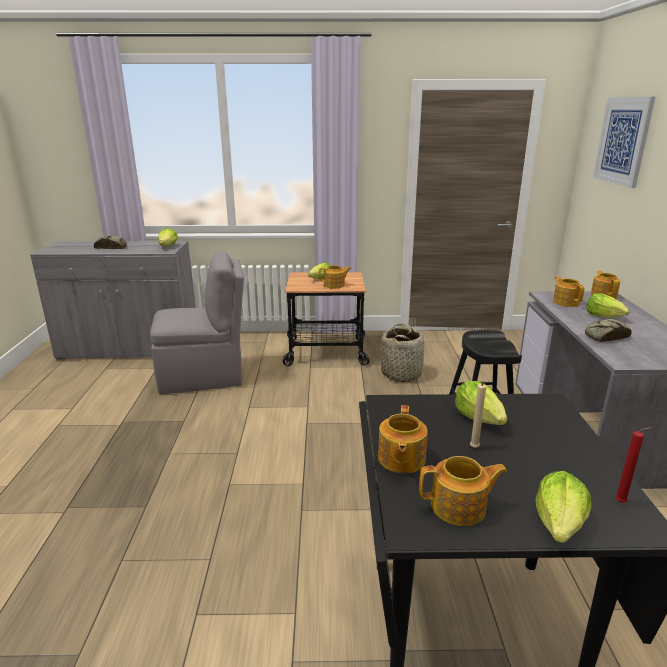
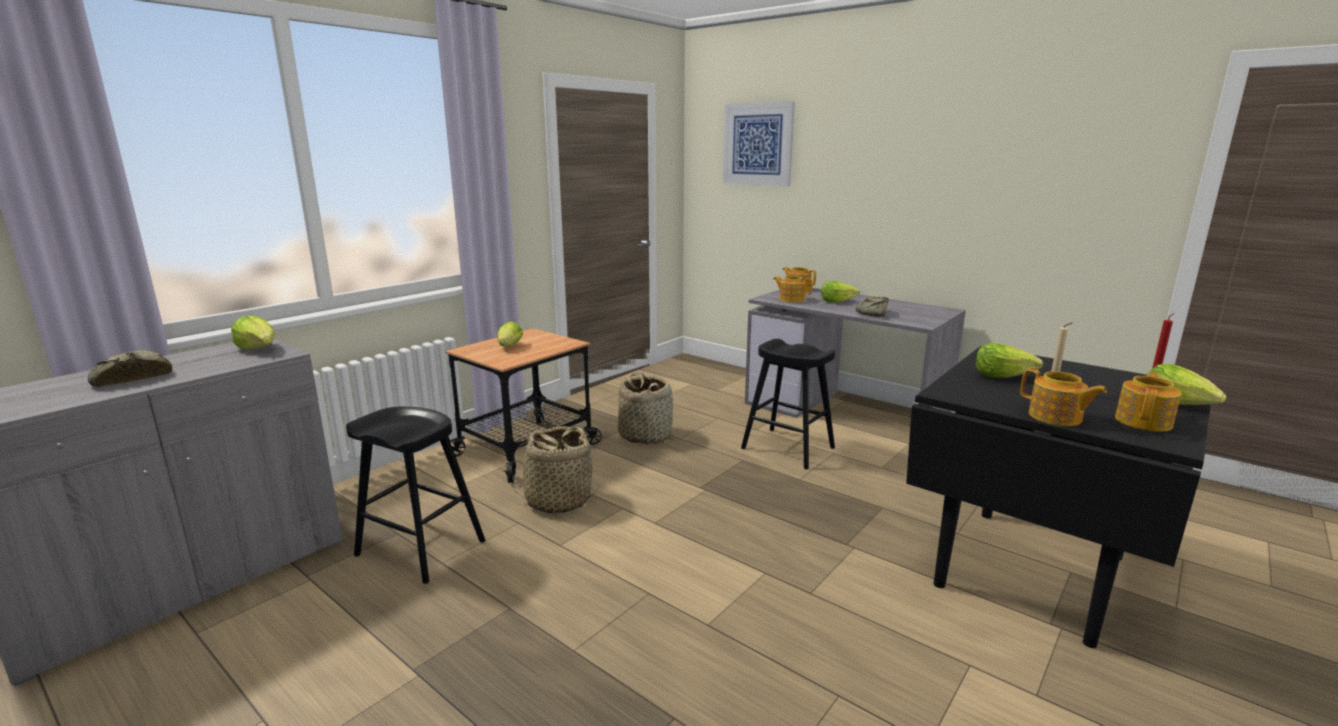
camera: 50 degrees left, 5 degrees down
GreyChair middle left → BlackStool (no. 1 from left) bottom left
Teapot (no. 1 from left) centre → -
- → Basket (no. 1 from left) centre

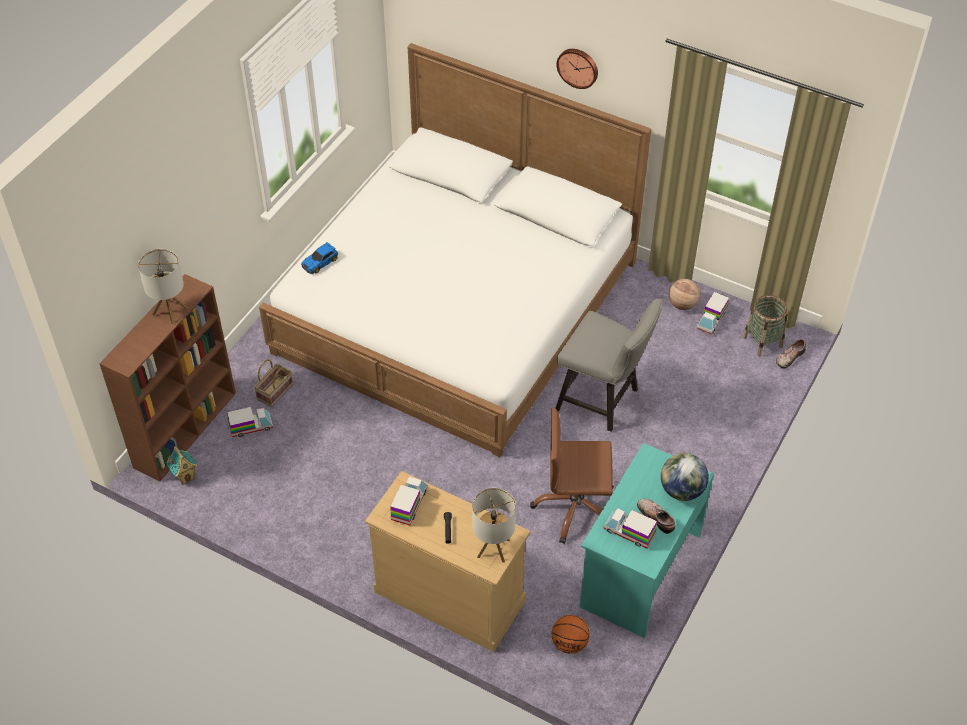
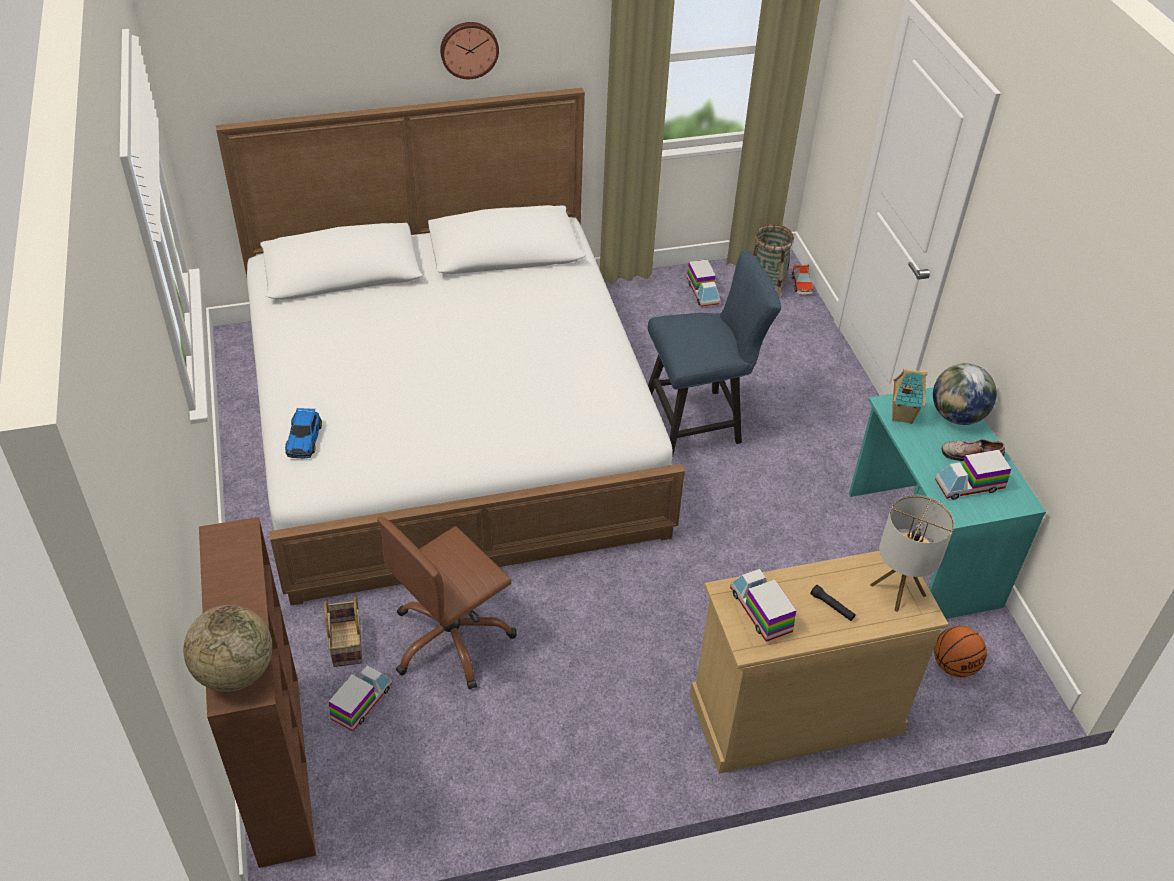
camera: 45 degrees left, 5 degrees down
TableLamp (no. 1 from left) middle left → -
ToyHouse middle left → ToyHouse middle right, relocated
BrownOfficeChair centre → BrownOfficeChair bottom centre, relocated
GreyChair centre → BlueChair centre
Basketball (no. 2 from left) middle right → -
Shoe (no. 2 from left) middle right → ToyCar (no. 2 from left) top right
- → Globe (no. 1 from left) bottom left

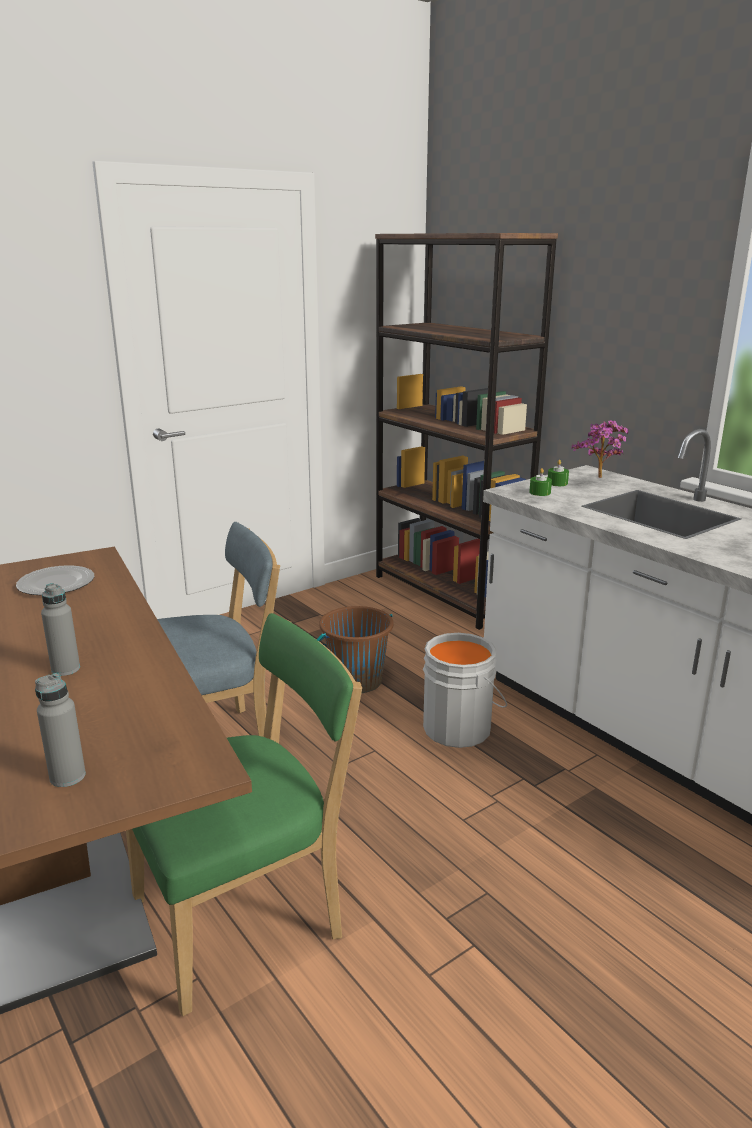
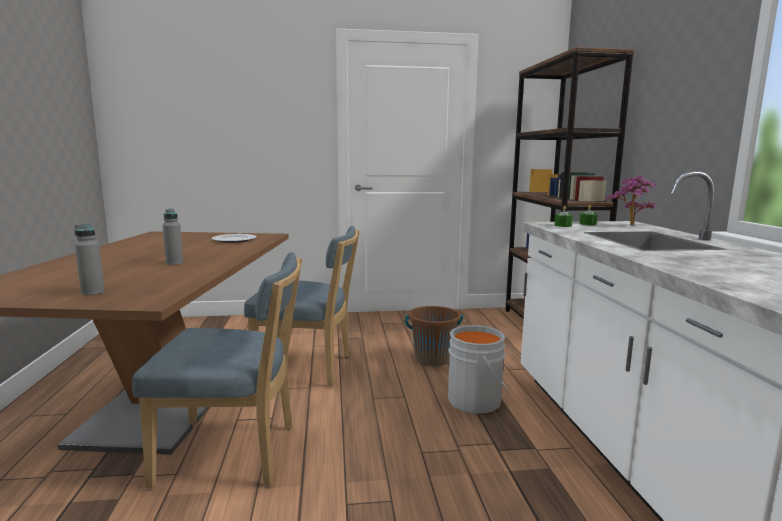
camera: 30 degrees right, 10 degrees down
GreenChair bottom left → BlueChair (no. 1 from left) bottom left

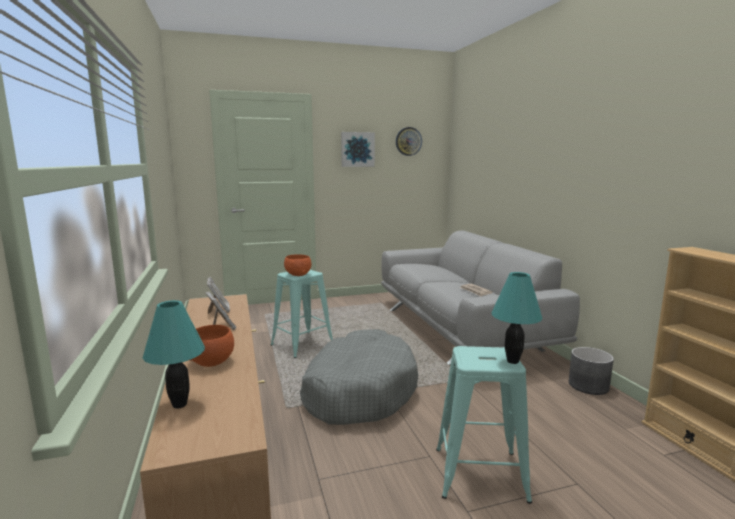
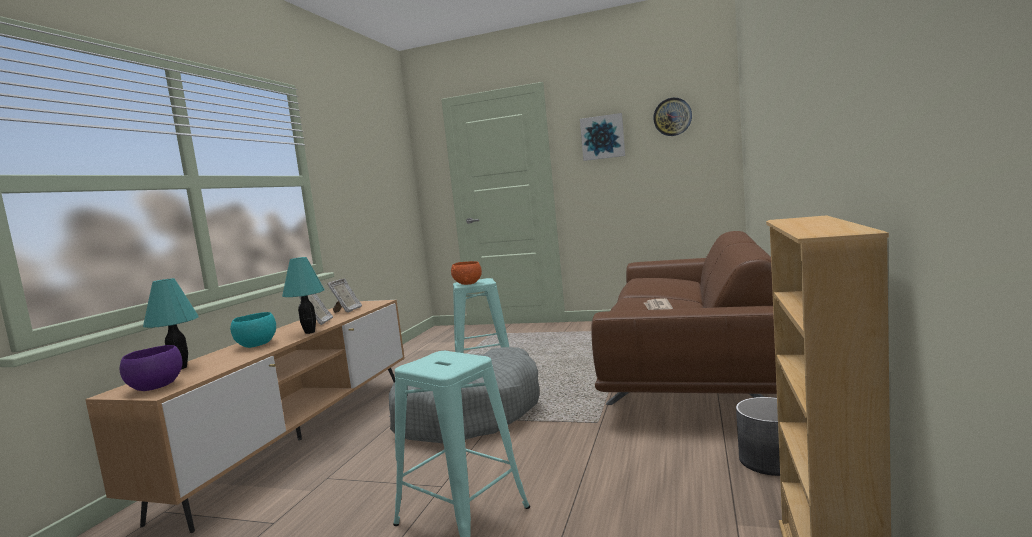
camera: 35 degrees right, 5 degrees down
OrangeBowl (no. 1 from left) bottom left → TurquoiseBowl middle left
GreySofa centre → BrownSofa centre
TurquoiseTableLamp (no. 2 from left) middle right → TurquoiseTableLamp (no. 2 from left) middle left, relocated
- → PurpleBowl bottom left

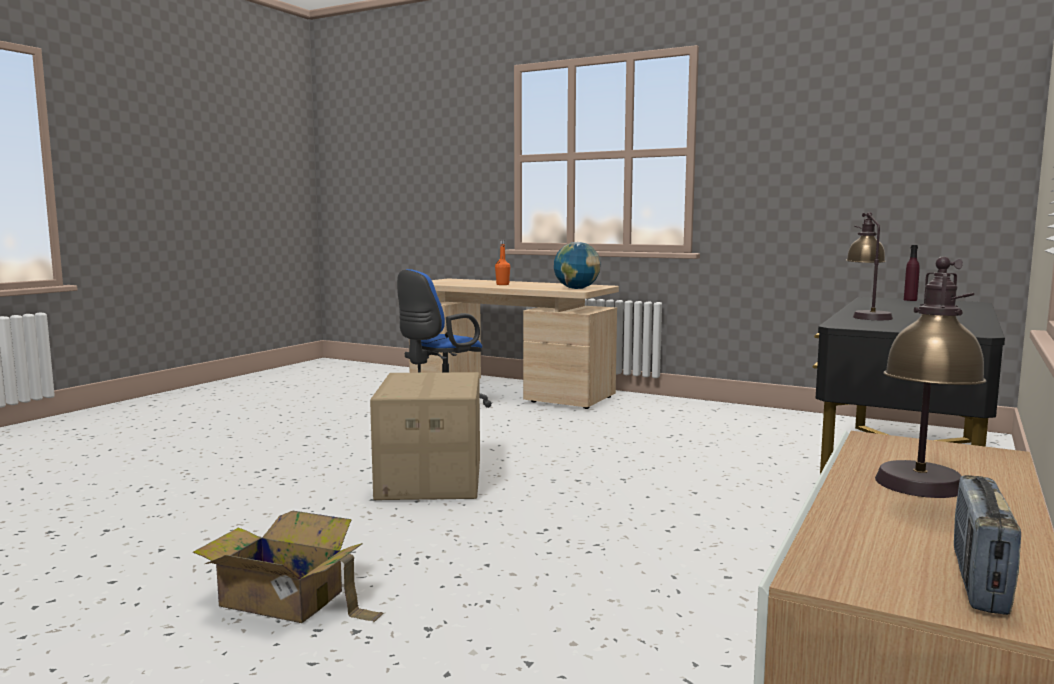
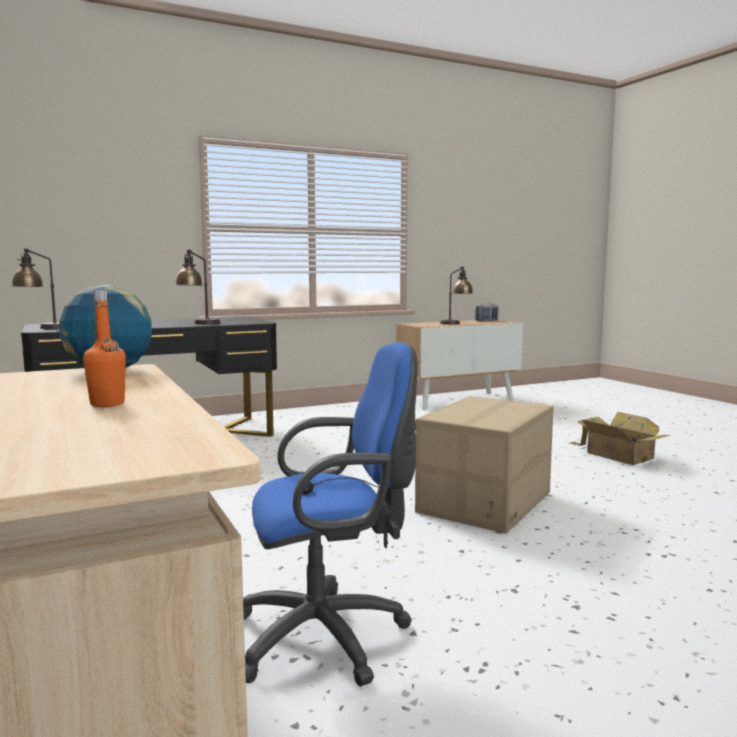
camera: 145 degrees left, 0 degrees up
PurpleBottle middle right → TableLamp (no. 1 from left) middle left

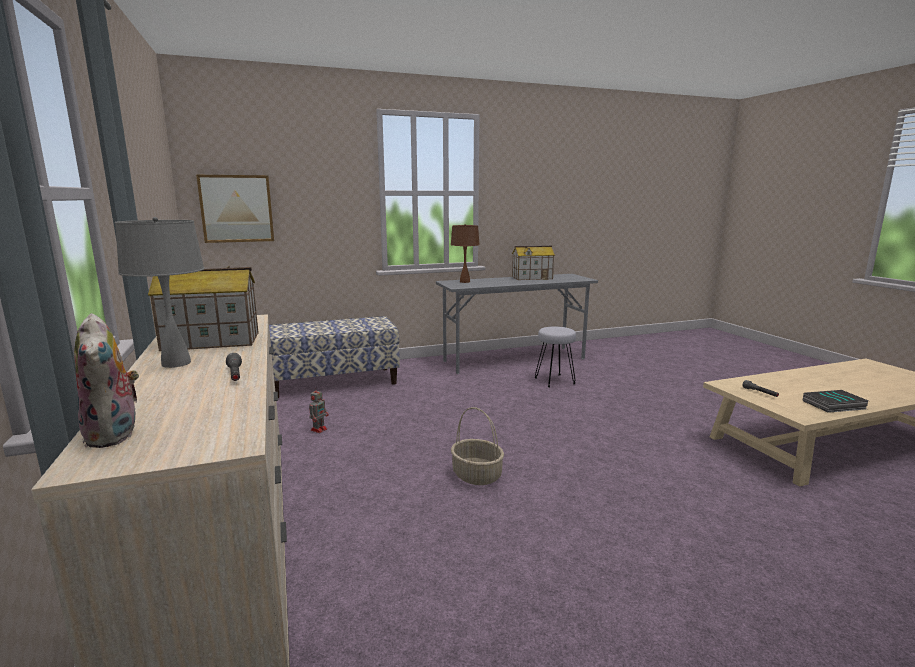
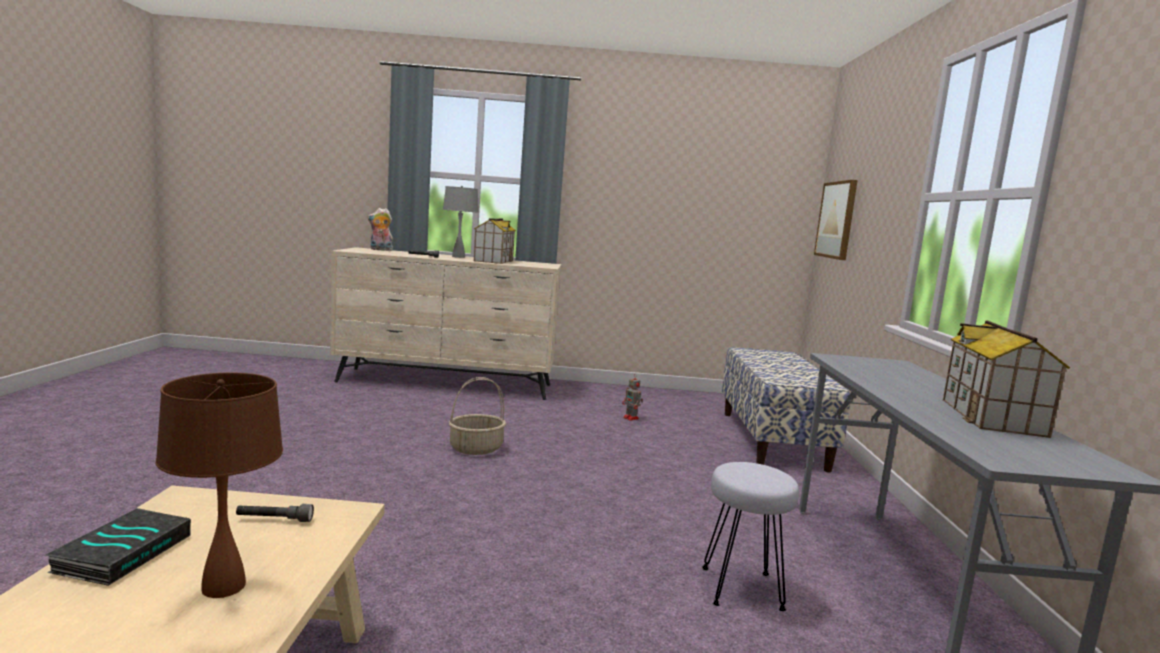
camera: 110 degrees right, 5 degrees down
BrownTableLamp centre → BrownTableLamp bottom left, relocated

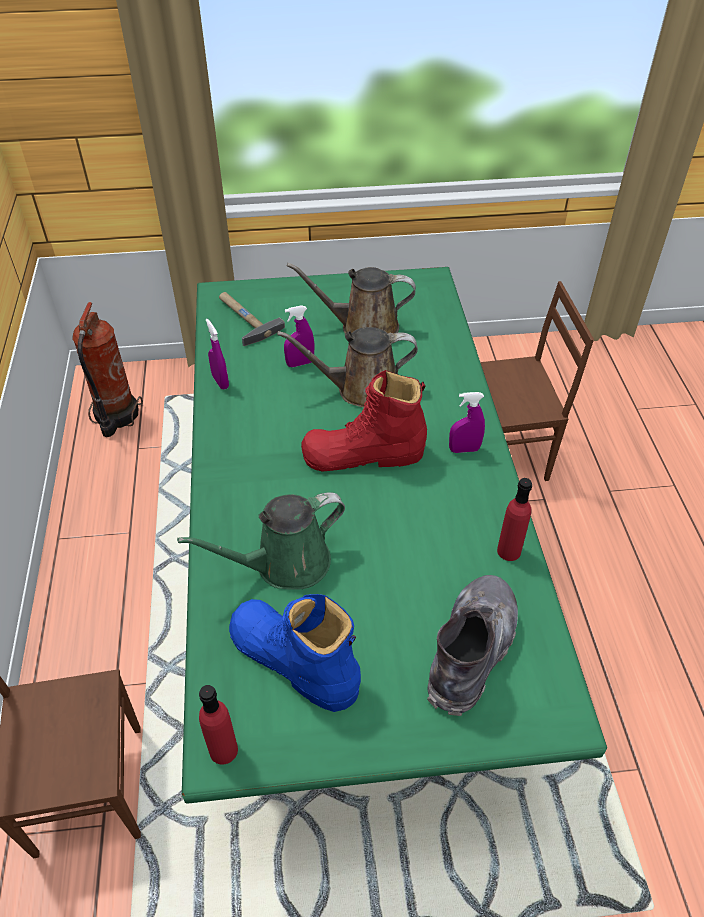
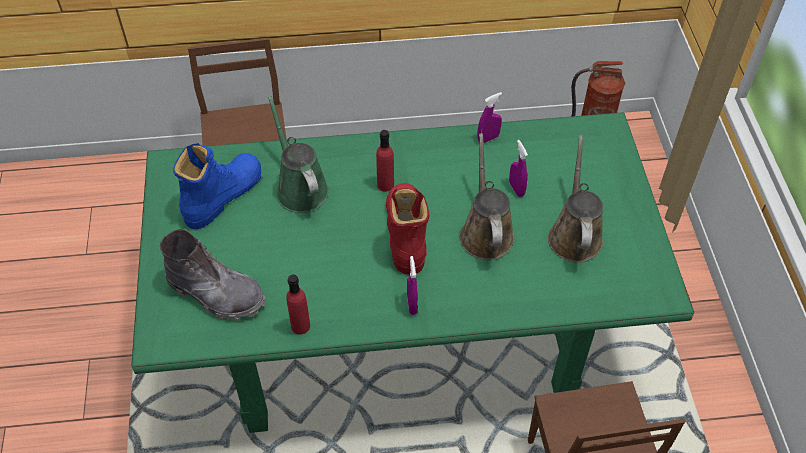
camera: 90 degrees right, 5 degrees up
RedBottle (no. 1 from left in the first image) bottom left → RedBottle (no. 2 from left) centre, relocated
Hammer centre → -

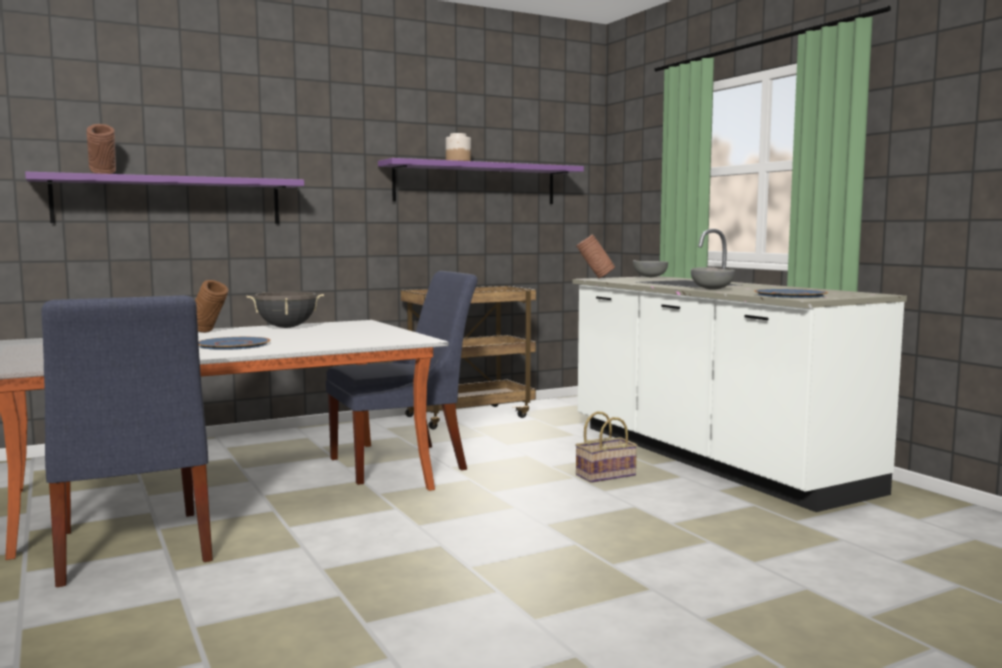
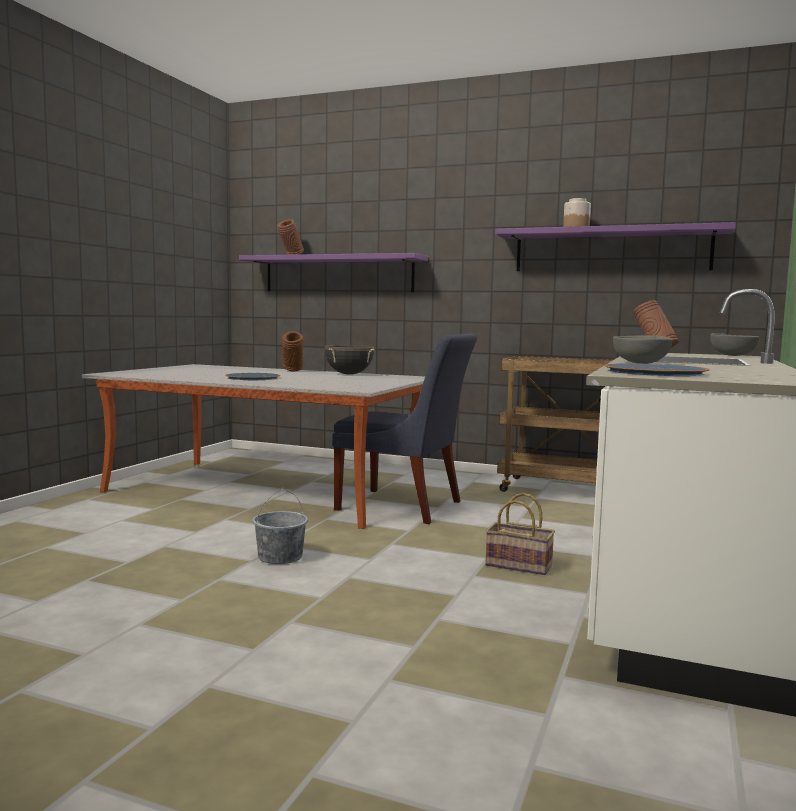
camera: 50 degrees right, 0 degrees up
BlueChair (no. 1 from left) middle left → -
- → GreyBucket centre

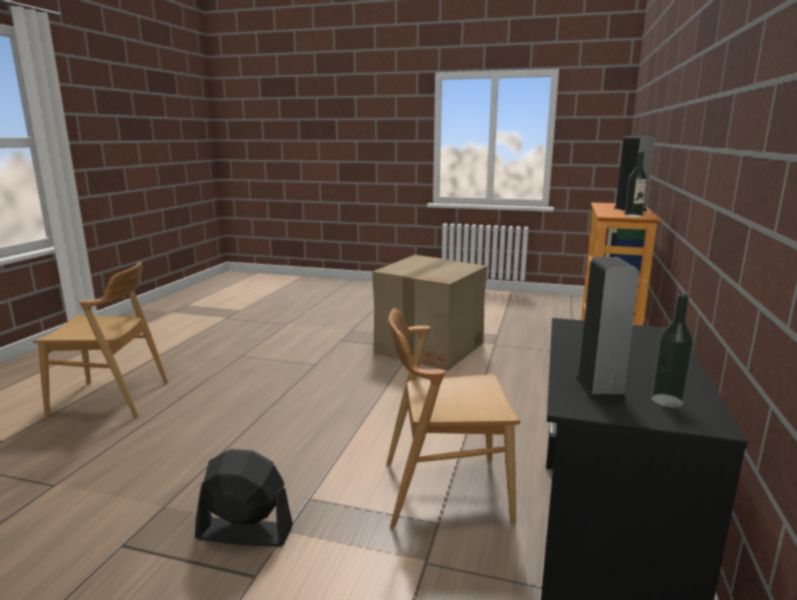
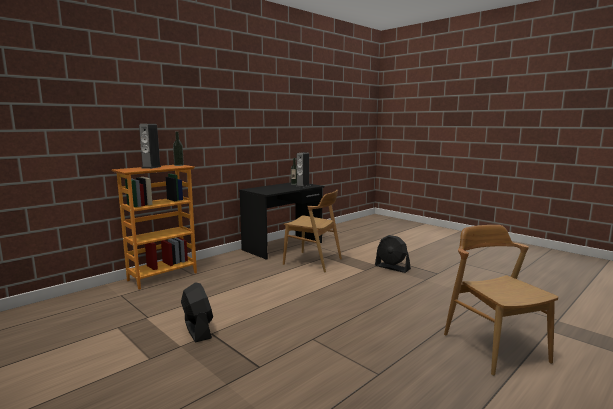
camera: 150 degrees left, 5 degrees down
BrownChair (no. 1 from left in the first image) middle left → BrownChair (no. 2 from left) bottom right, 45 degrees clockwise
CardboardBox centre → BlackFan (no. 1 from left) bottom left

